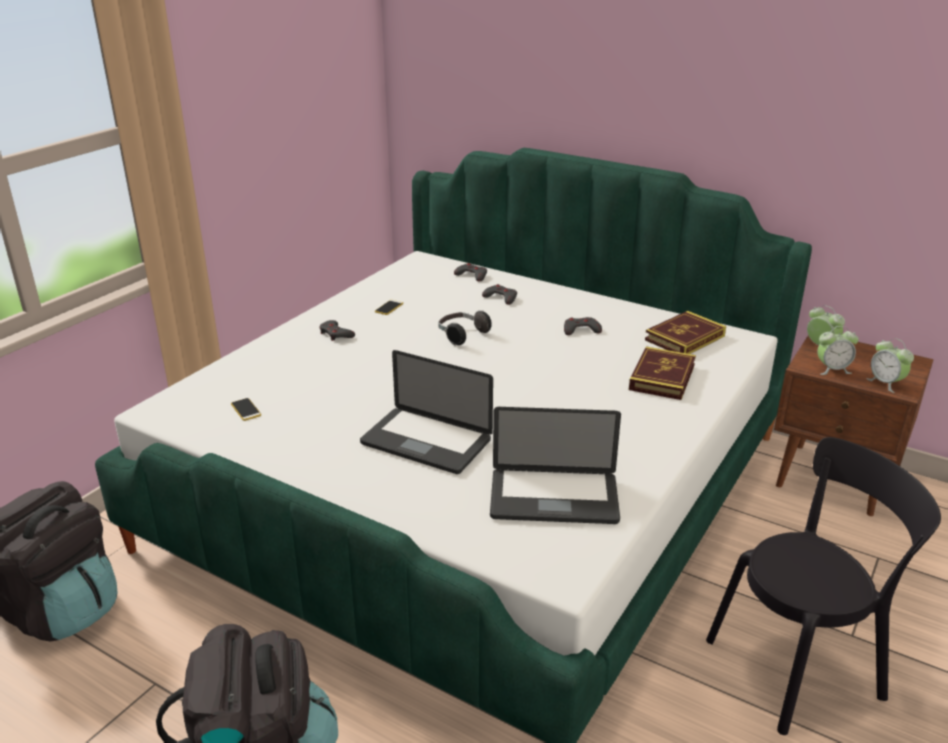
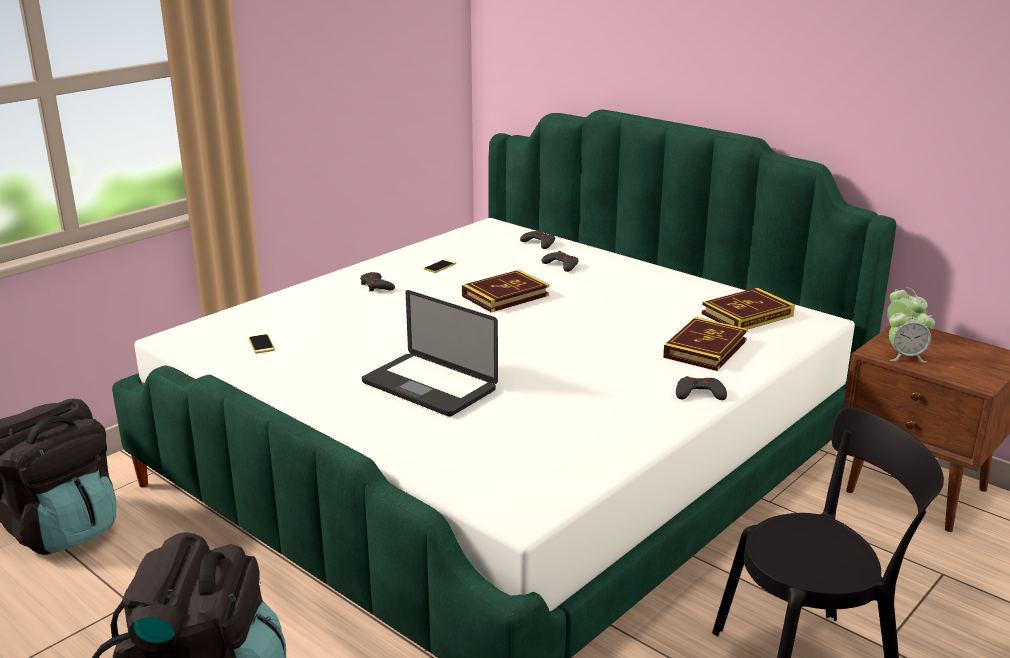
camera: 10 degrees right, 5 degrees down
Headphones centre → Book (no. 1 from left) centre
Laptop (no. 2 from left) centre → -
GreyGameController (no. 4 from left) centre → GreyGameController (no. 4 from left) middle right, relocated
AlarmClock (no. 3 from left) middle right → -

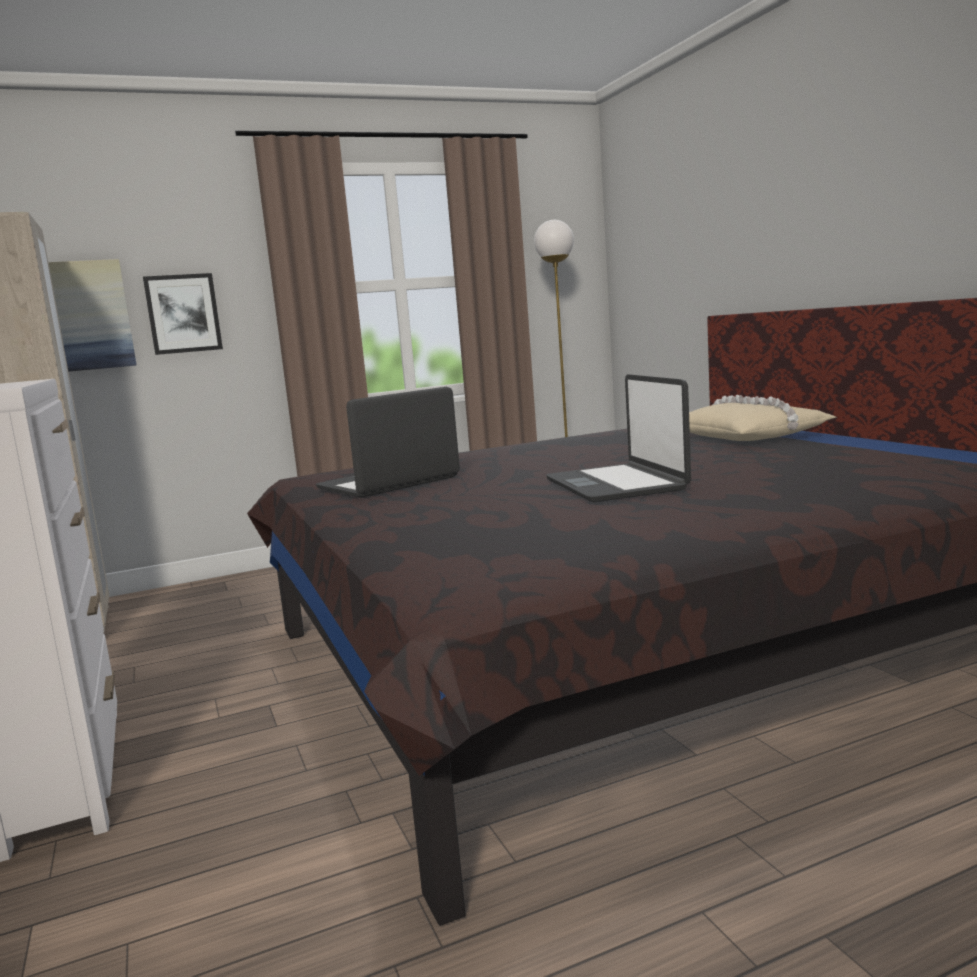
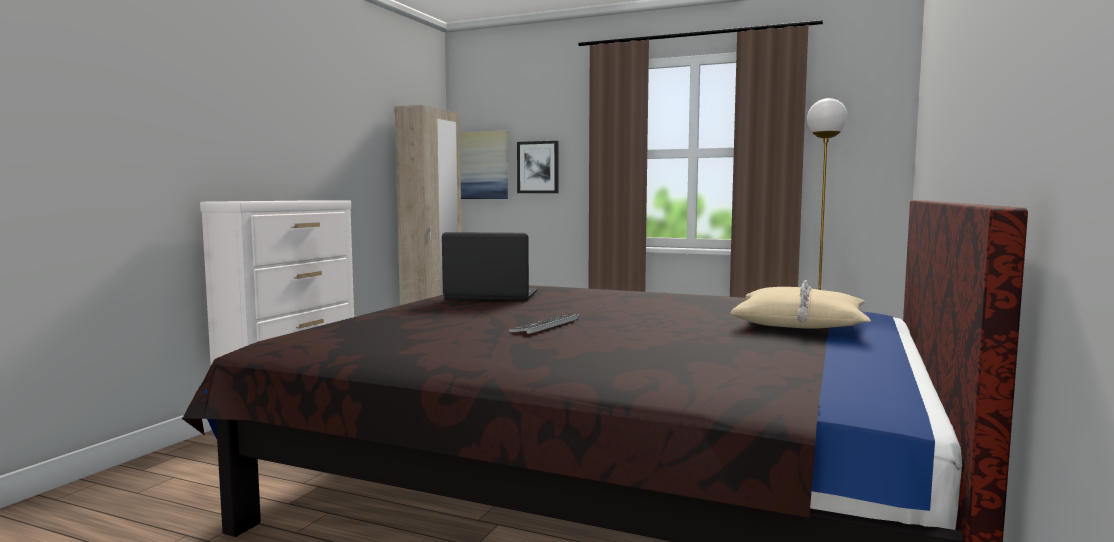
camera: 45 degrees right, 5 degrees down
Laptop (no. 2 from left) centre → Keyboard centre

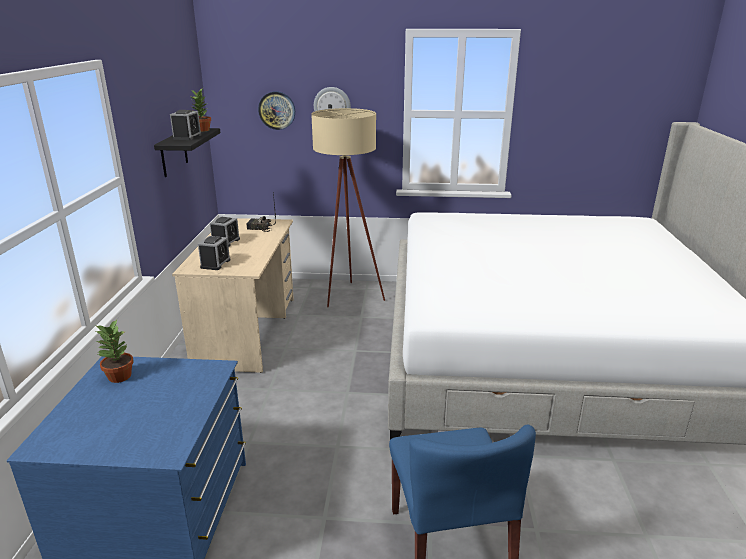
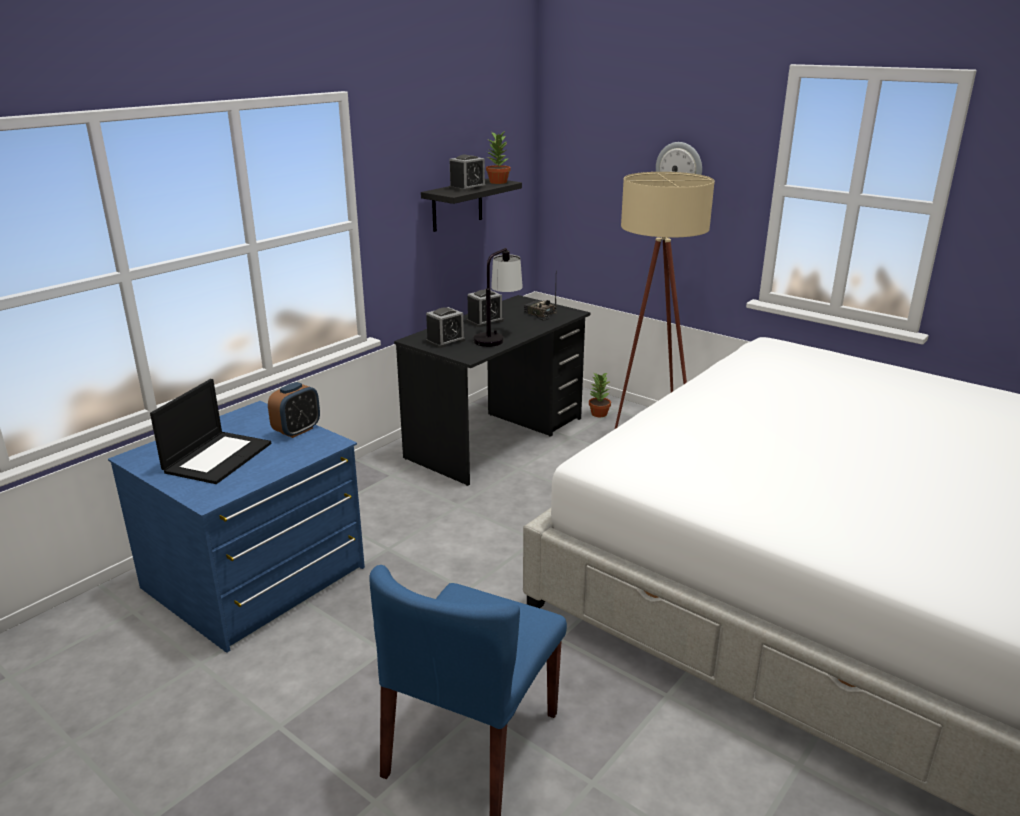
camera: 35 degrees right, 0 degrees up
PottedPlant (no. 1 from left in the first image) middle left → PottedPlant (no. 2 from left) centre, relocated
BeigeDesk middle left → BlackDesk centre
WallClock (no. 1 from left) top centre → -
- → Laptop middle left
- → AlarmClock (no. 1 from left) middle left
- → TableLamp centre

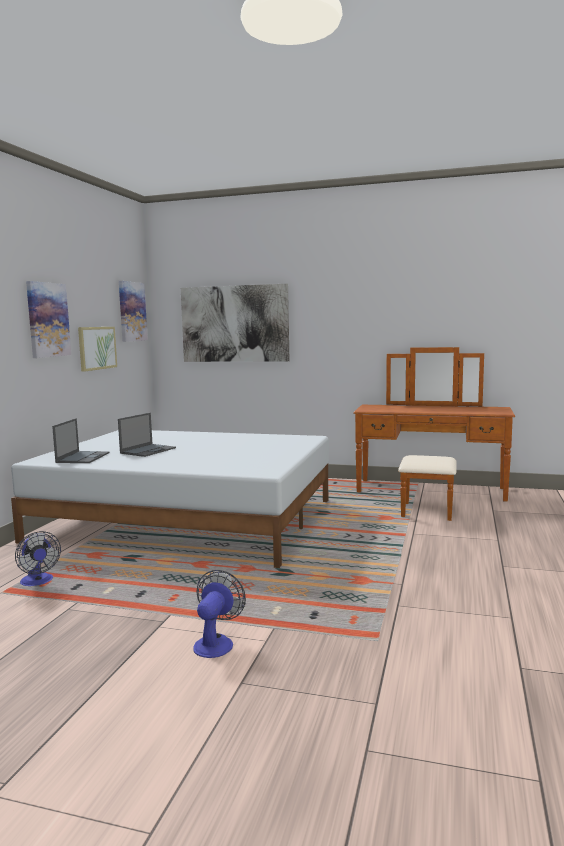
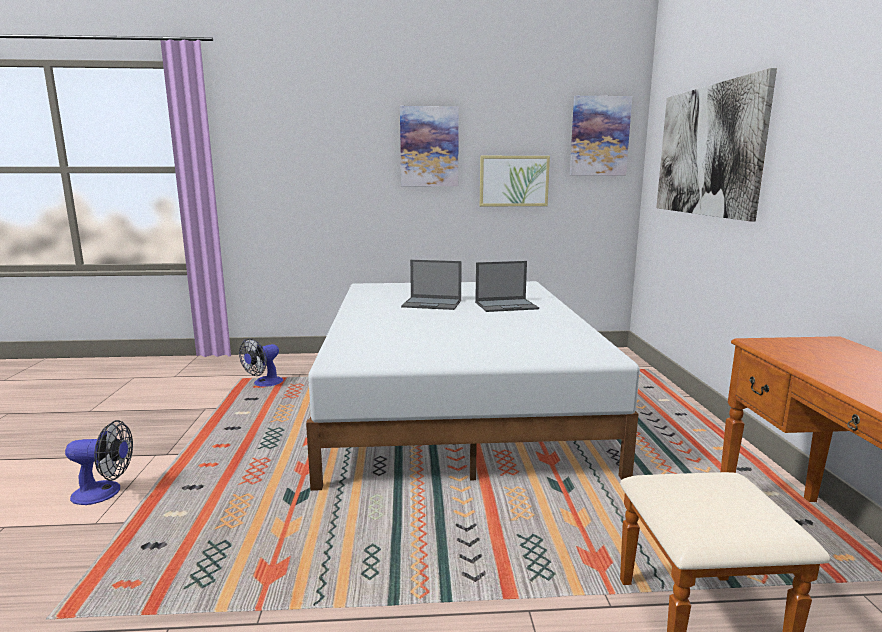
camera: 70 degrees right, 5 degrees up
Laptop (no. 1 from left in the first image) middle left → Laptop (no. 2 from left) centre, relocated

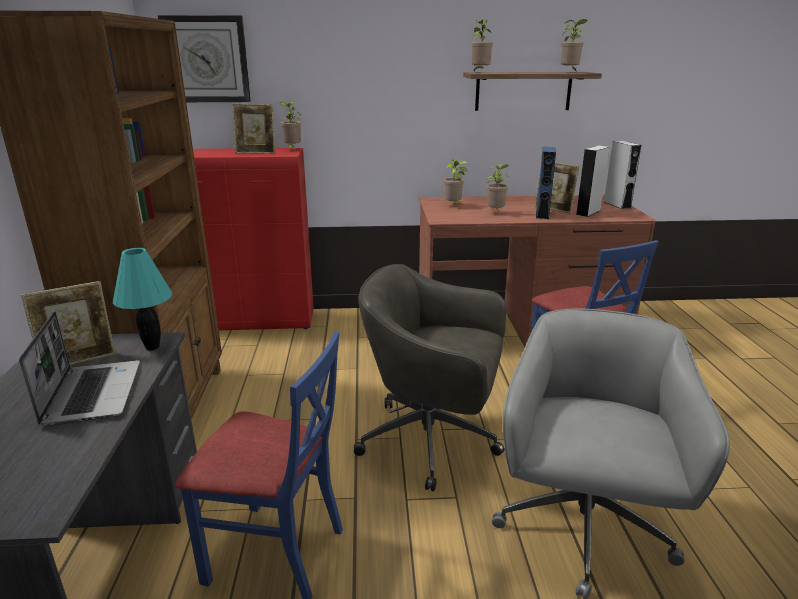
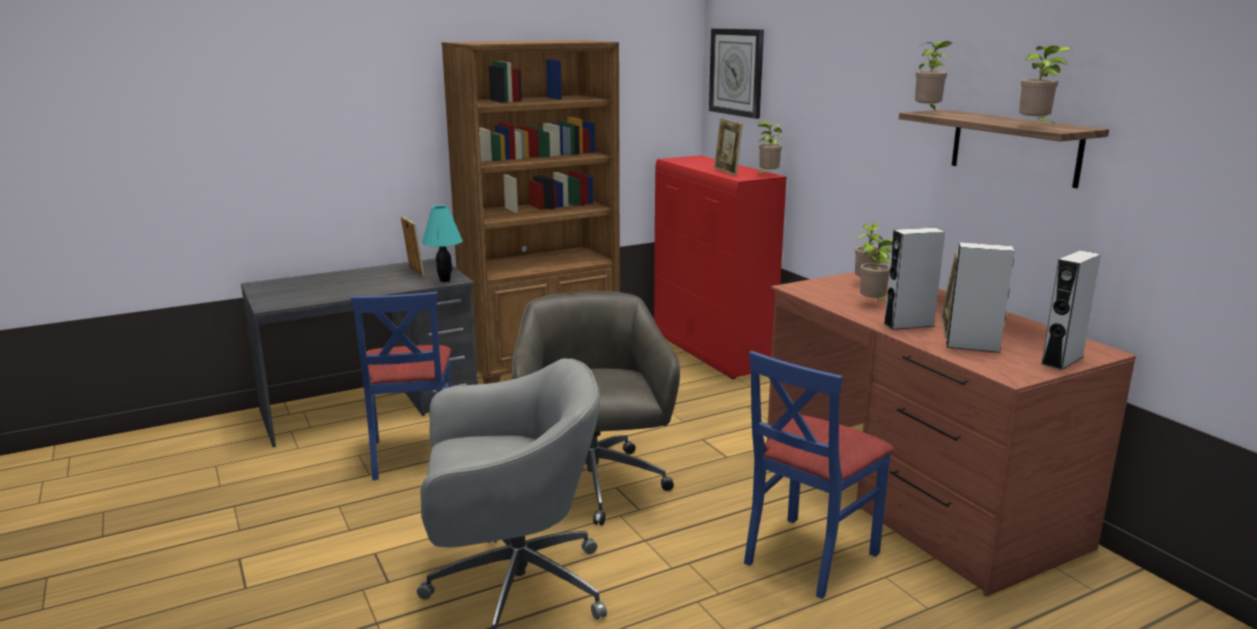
camera: 65 degrees right, 5 degrees down
Laptop middle left → -
PictureFrame (no. 1 from left) middle left, 150 degrees counterclockwise
BlueSpeaker top right → GreySpeaker (no. 1 from left) middle right

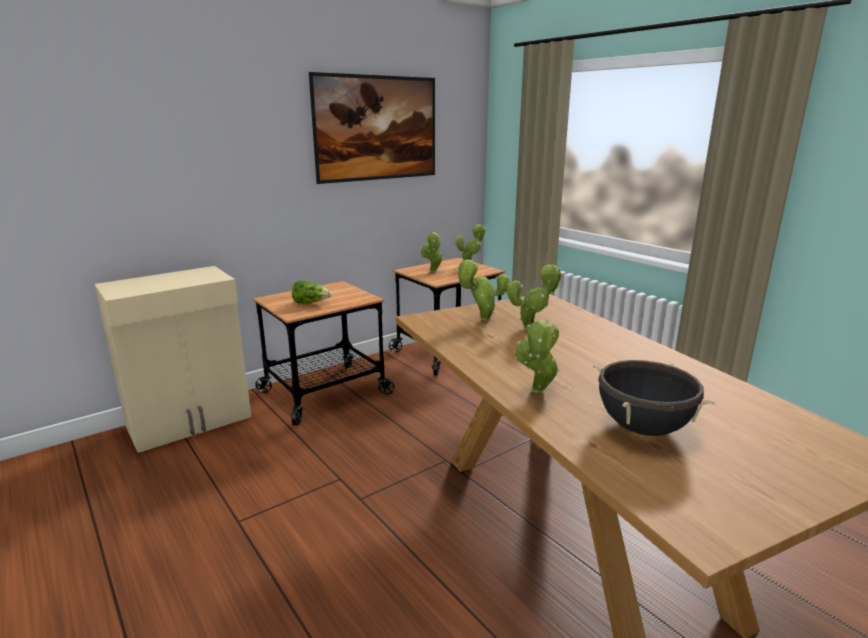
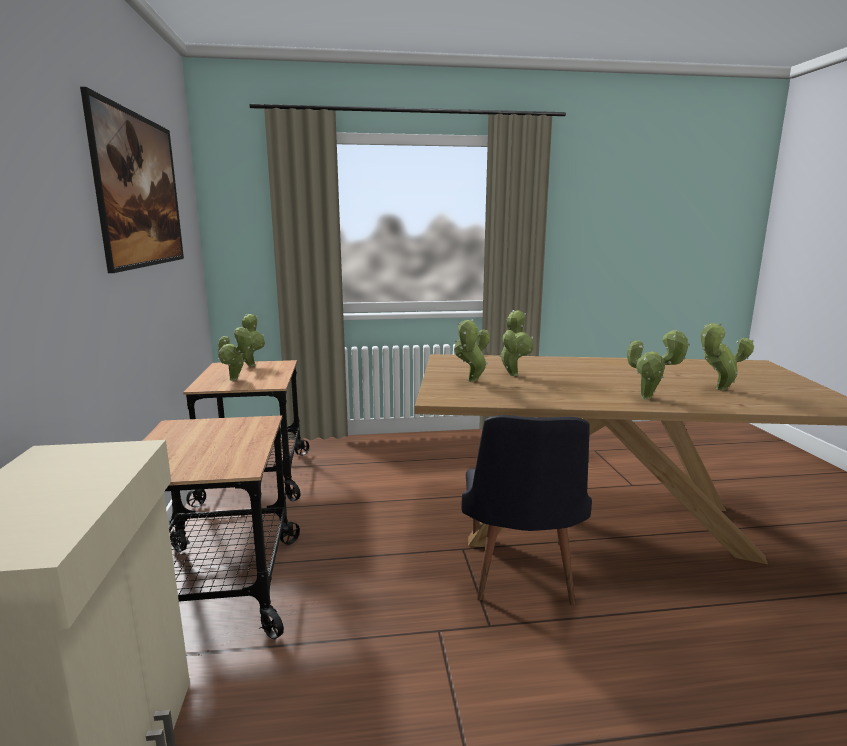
camera: 60 degrees left, 5 degrees down
Lettuce centre → -
BlackCookingPot middle right → PottedPlant (no. 6 from left) middle right
- → BlackChair bottom centre

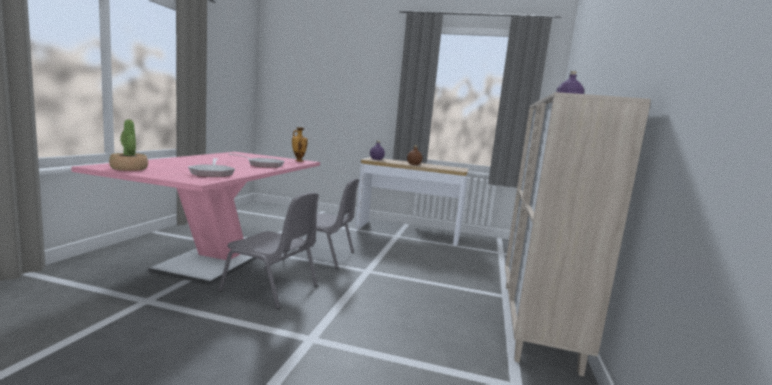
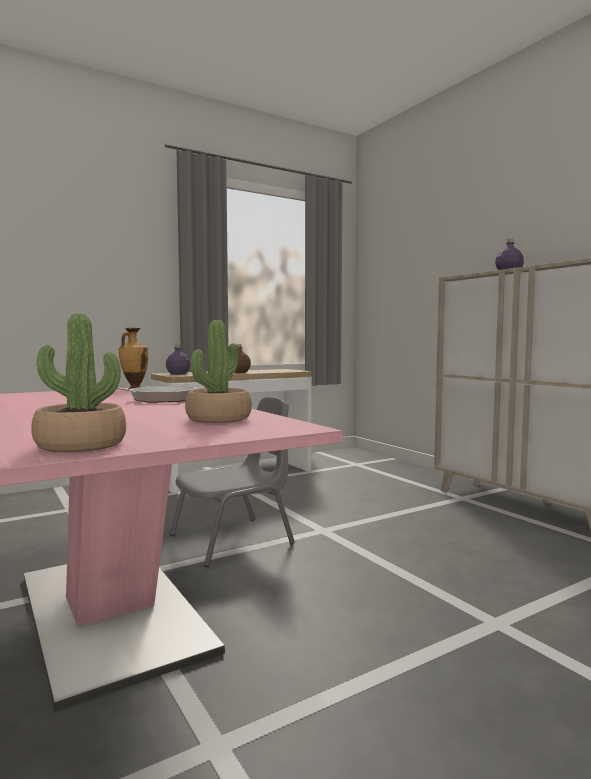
camera: 45 degrees left, 5 degrees down
FryingPan (no. 1 from left) middle left → PottedPlant (no. 2 from left) centre
GreyChair (no. 1 from left) centre → -

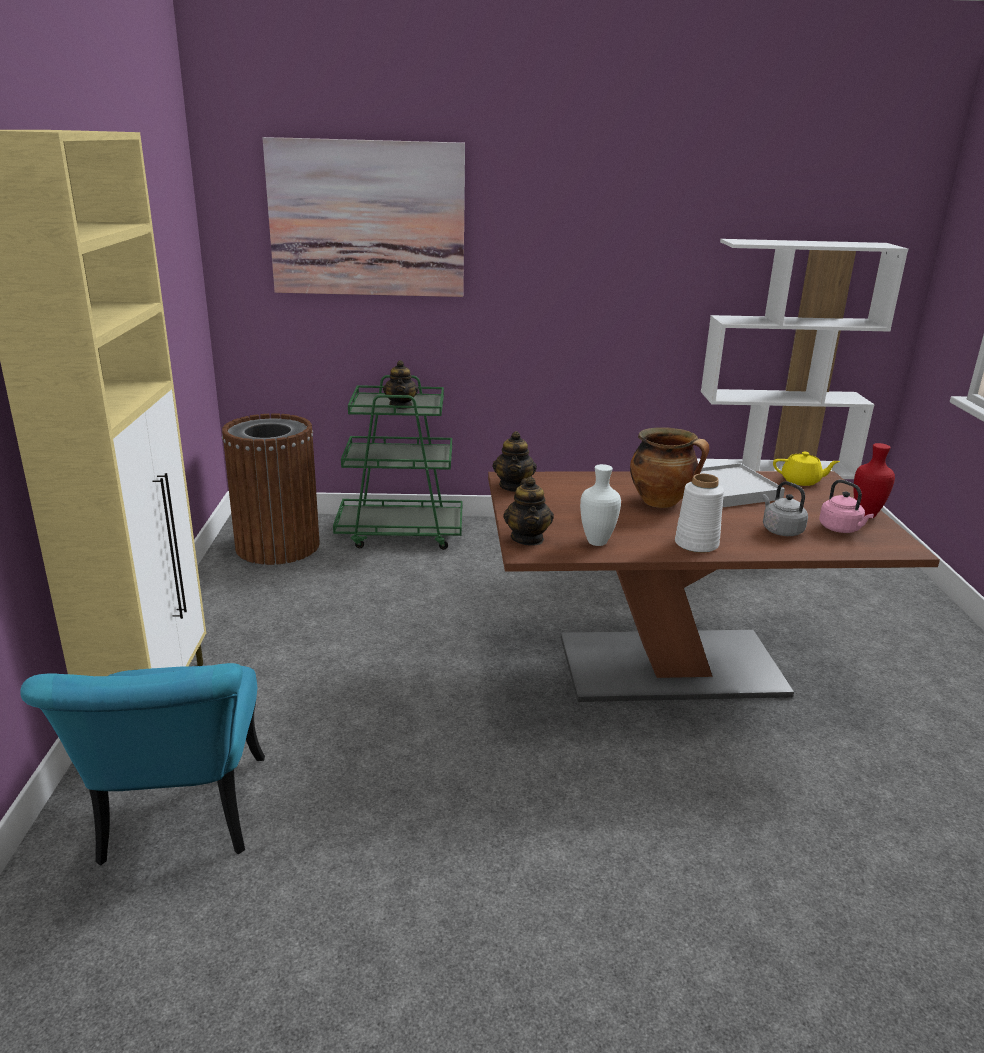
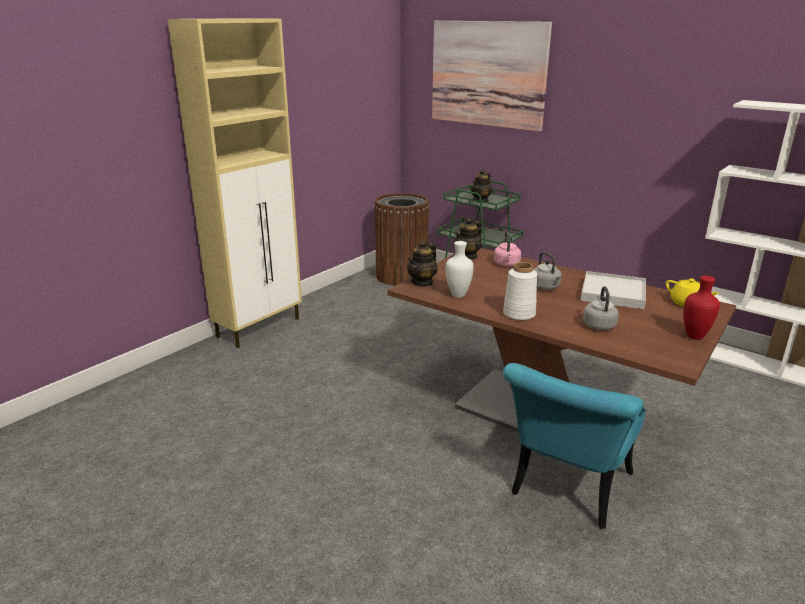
camera: 40 degrees right, 0 degrees up
TurquoiseChair bottom left → TurquoiseChair bottom right, relocated
CookingPot middle right → GreyKettle (no. 1 from left) middle right
PinkKettle middle right → PinkKettle centre, relocated

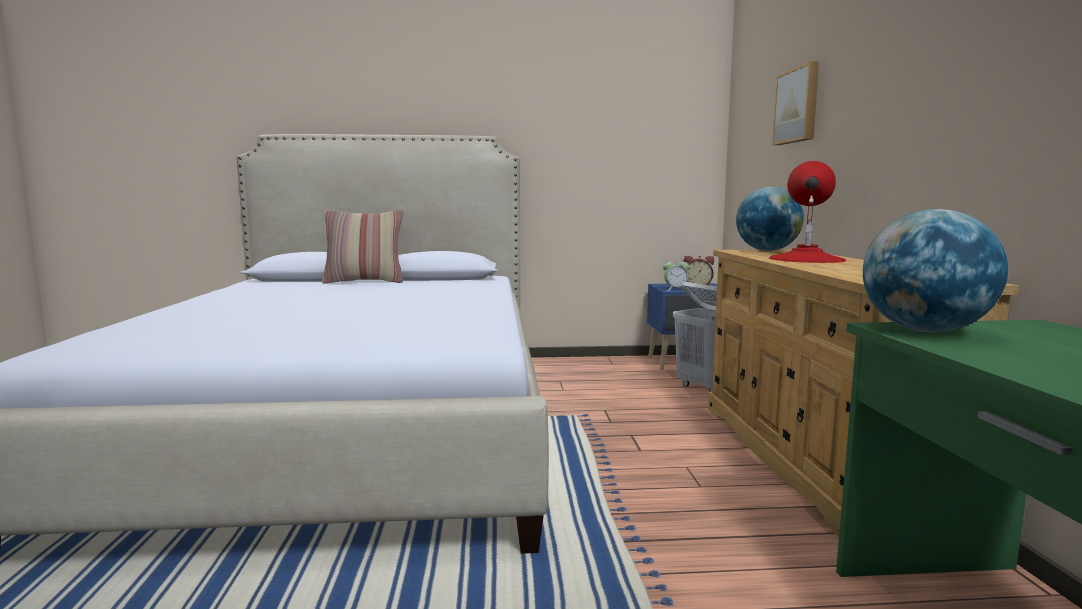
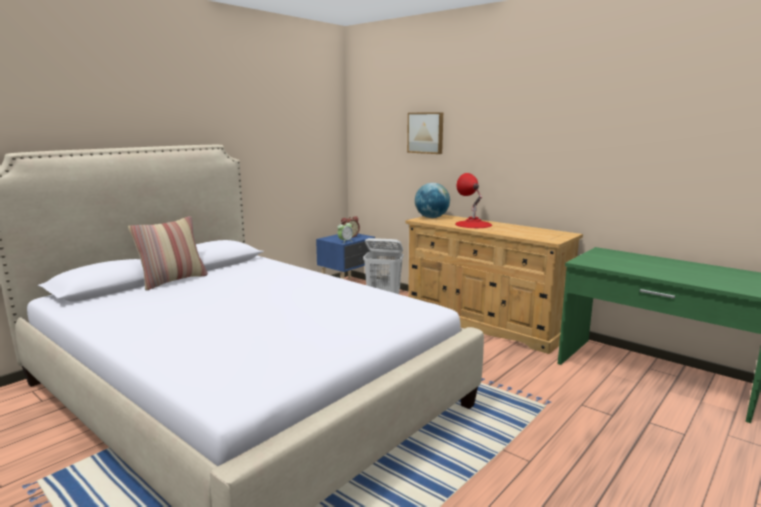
camera: 45 degrees left, 5 degrees up
Globe (no. 2 from left) middle right → -

